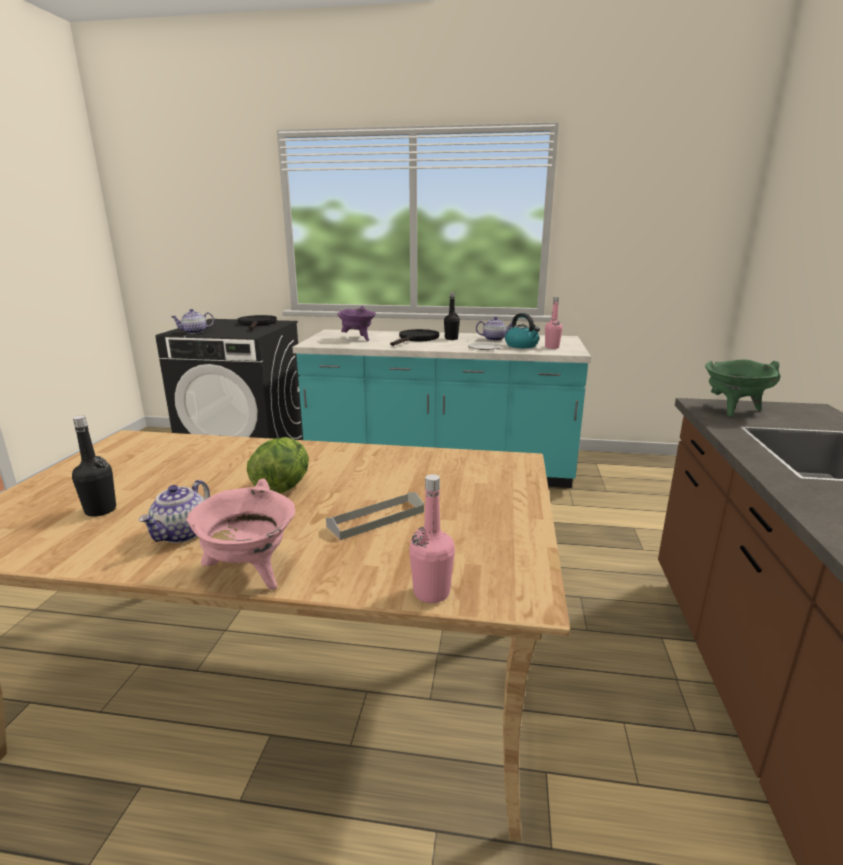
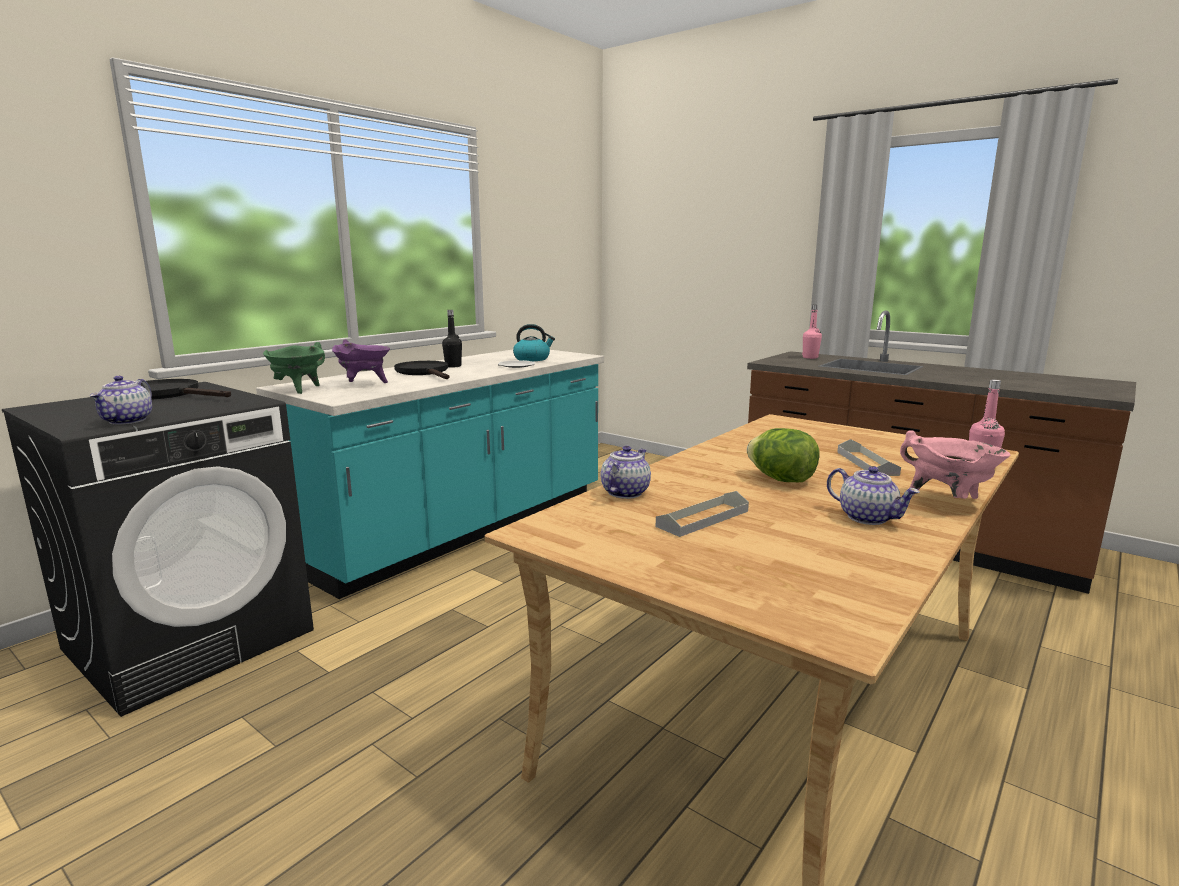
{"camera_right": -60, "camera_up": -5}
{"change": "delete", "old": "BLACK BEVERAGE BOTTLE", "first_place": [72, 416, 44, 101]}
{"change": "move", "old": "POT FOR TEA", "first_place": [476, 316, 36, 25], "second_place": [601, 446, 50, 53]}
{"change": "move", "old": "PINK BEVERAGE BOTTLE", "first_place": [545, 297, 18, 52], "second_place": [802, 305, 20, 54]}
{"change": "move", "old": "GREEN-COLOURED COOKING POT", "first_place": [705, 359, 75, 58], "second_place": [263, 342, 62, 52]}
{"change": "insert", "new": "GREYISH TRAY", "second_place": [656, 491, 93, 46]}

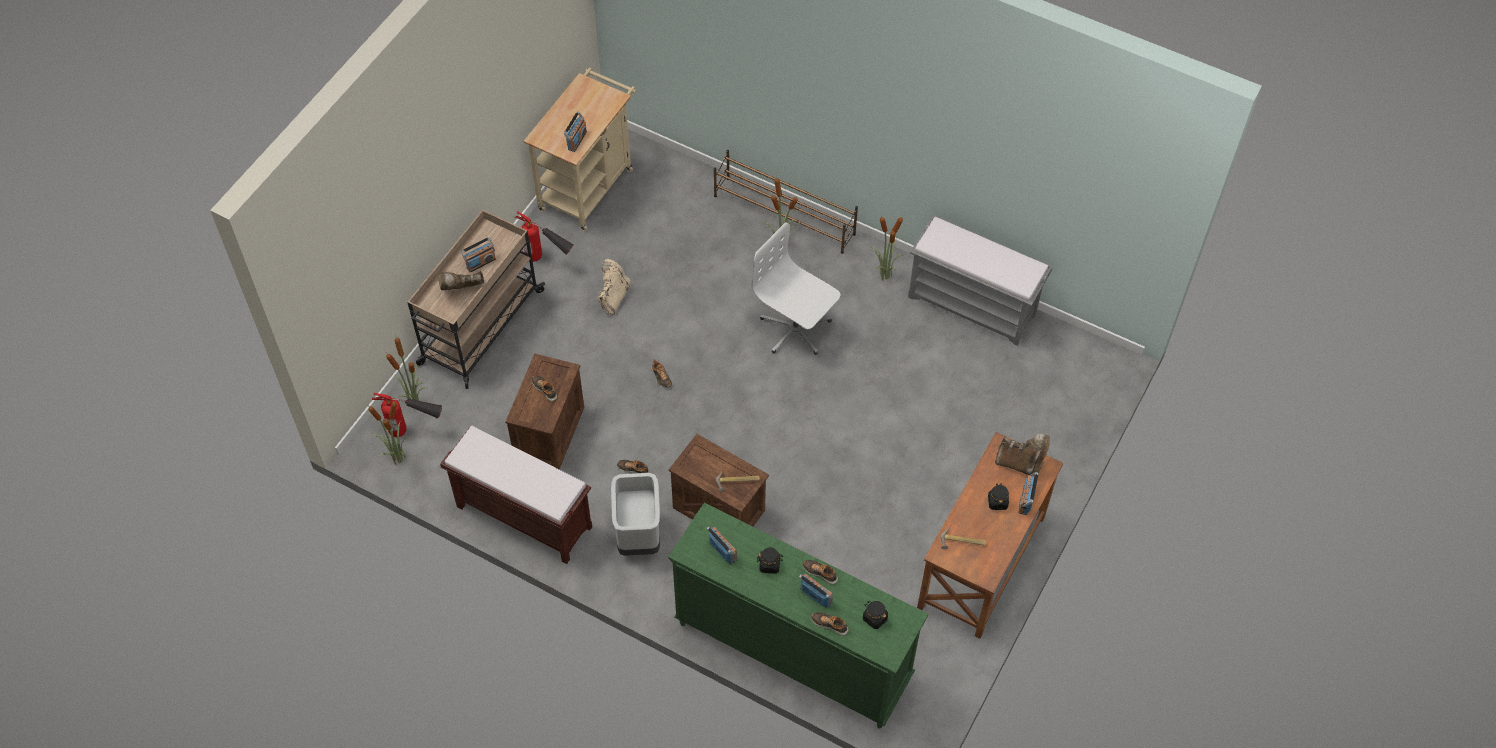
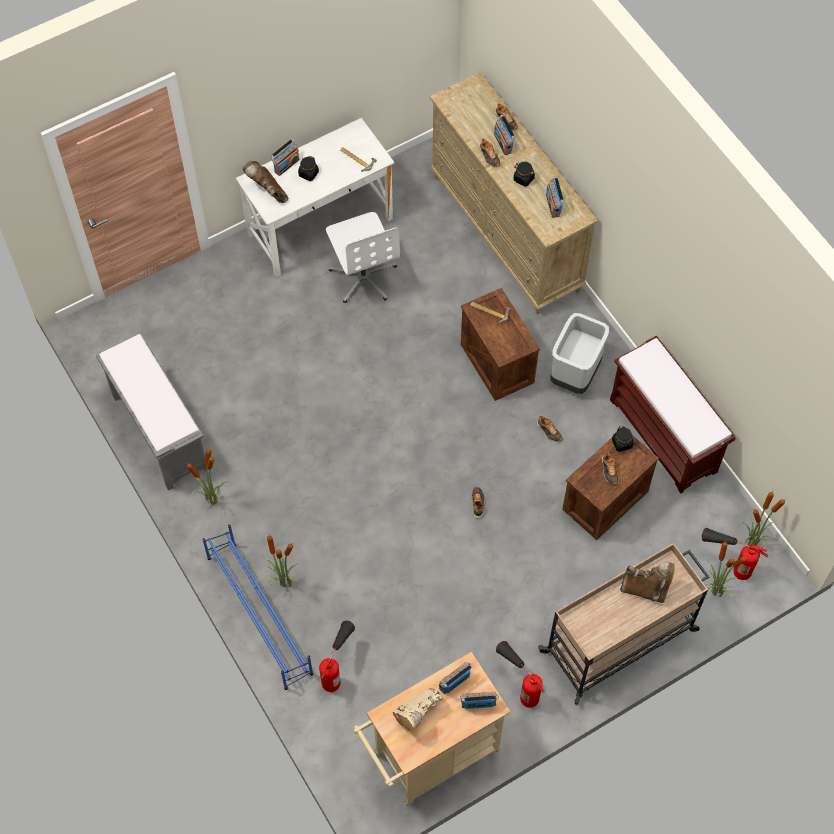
{"camera_right": -150, "camera_up": 5}
{"change": "move", "old": "RADIO RECEIVER", "first_place": [461, 237, 35, 35], "second_place": [460, 692, 39, 17]}
{"change": "move", "old": "BEIGE-COLOURED TALL BOOT", "first_place": [597, 259, 34, 56], "second_place": [393, 688, 50, 42]}
{"change": "recolor", "old": "GREEN-COLOURED DRESSER", "new": "BEIGE-COLOURED DRESSER", "first_place": [668, 503, 260, 226], "second_place": [430, 72, 168, 242]}
{"change": "recolor", "old": "BROWN-COLOURED SHOE SHELF", "new": "BLUE SHOE SHELF", "first_place": [714, 150, 144, 104], "second_place": [202, 525, 111, 165]}
{"change": "move", "old": "WHITE-COLOURED DESK CHAIR", "first_place": [752, 223, 88, 132], "second_place": [326, 212, 74, 91]}
{"change": "move", "old": "BLACK PRESERVE JAR", "first_place": [863, 601, 25, 28], "second_place": [612, 426, 22, 26]}
{"change": "recolor", "old": "BROWN-COLOURED DESK", "new": "WHITE-COLOURED DESK", "first_place": [917, 432, 146, 207], "second_place": [236, 118, 159, 159]}
{"change": "insert", "new": "EXTINGUISHER", "second_place": [319, 621, 36, 71]}

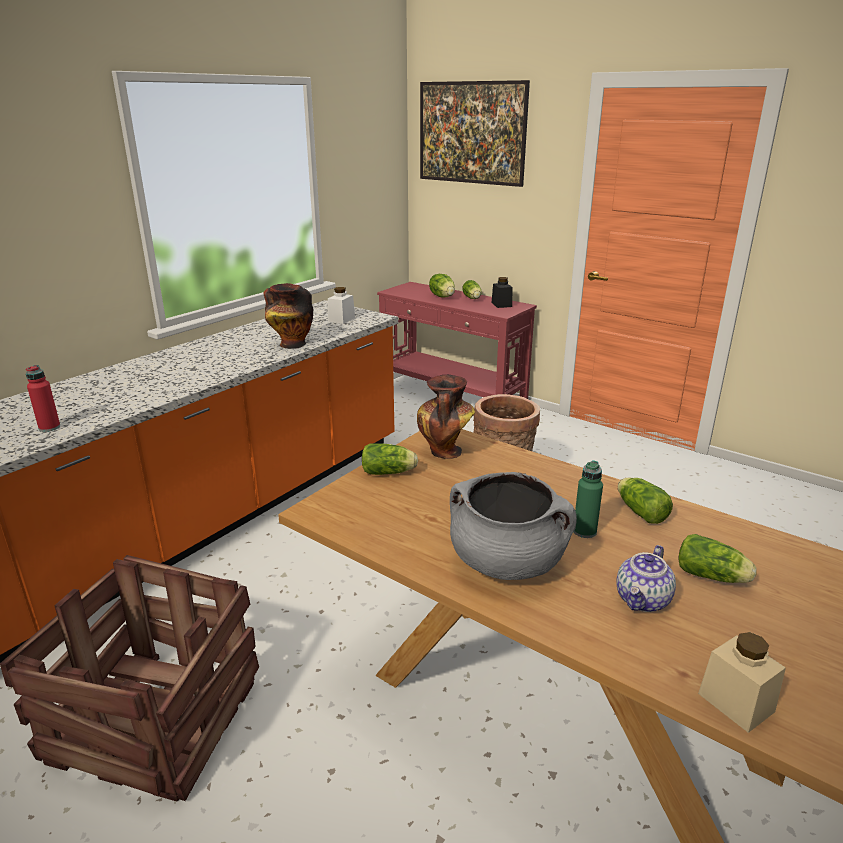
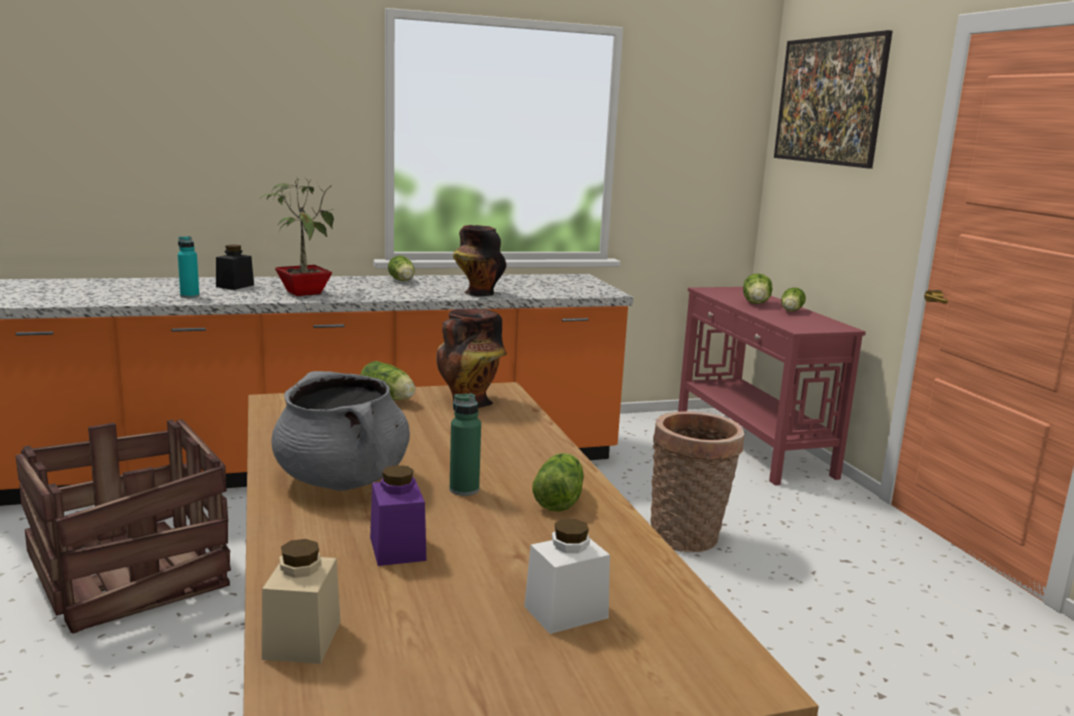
{"camera_right": 35, "camera_up": -10}
{"change": "recolor", "old": "REDDISH BEVERAGE BOTTLE", "new": "BLUE-GREEN BEVERAGE BOTTLE", "first_place": [26, 365, 34, 67], "second_place": [178, 236, 21, 62]}
{"change": "move", "old": "WHITE-COLOURED PRESERVE JAR", "first_place": [328, 287, 27, 37], "second_place": [524, 519, 86, 115]}
{"change": "move", "old": "BLACK PRESERVE JAR", "first_place": [491, 277, 22, 31], "second_place": [216, 245, 38, 45]}
{"change": "replace", "old": "POT FOR TEA", "new": "PURPLE PRESERVE JAR", "first_place": [616, 545, 60, 67], "second_place": [370, 465, 56, 101]}
{"change": "move", "old": "LETTUCE", "first_place": [678, 534, 79, 49], "second_place": [388, 256, 27, 25]}
{"change": "insert", "new": "POTTED PLANT", "second_place": [258, 178, 76, 118]}

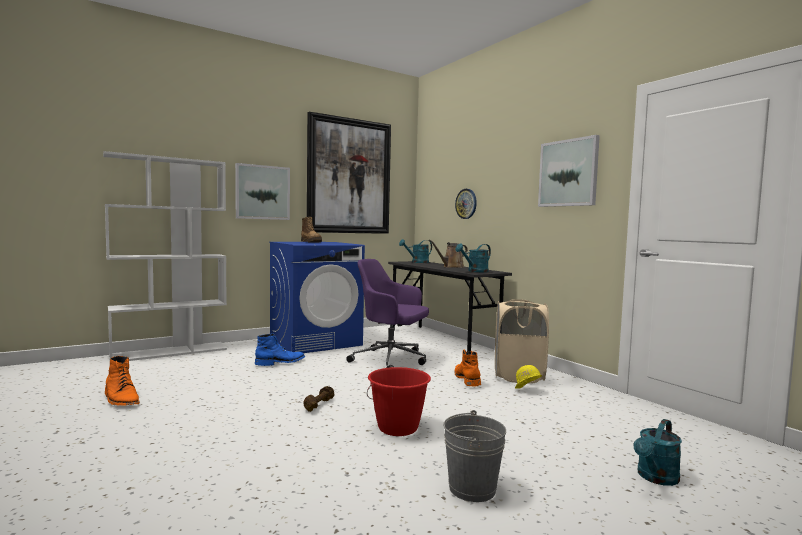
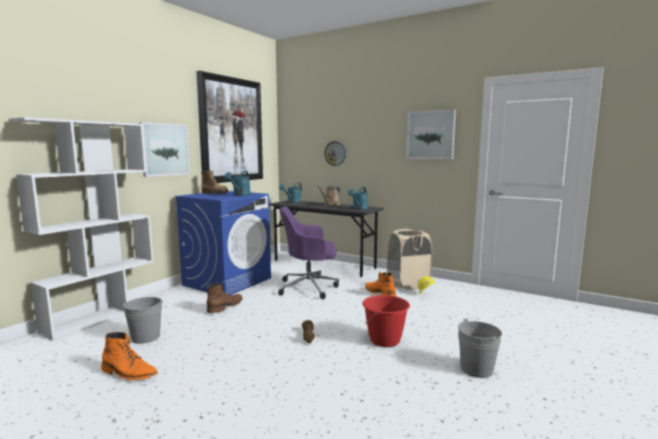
{"camera_right": -25, "camera_up": 5}
{"change": "recolor", "old": "BLUE TALL BOOT", "new": "BROWN-COLOURED TALL BOOT", "first_place": [255, 333, 50, 33], "second_place": [207, 282, 36, 31]}
{"change": "move", "old": "BLUE-GREEN WATERING POT", "first_place": [634, 419, 48, 67], "second_place": [225, 171, 26, 25]}
{"change": "insert", "new": "GREYISH WATER BUCKET", "second_place": [121, 297, 42, 47]}

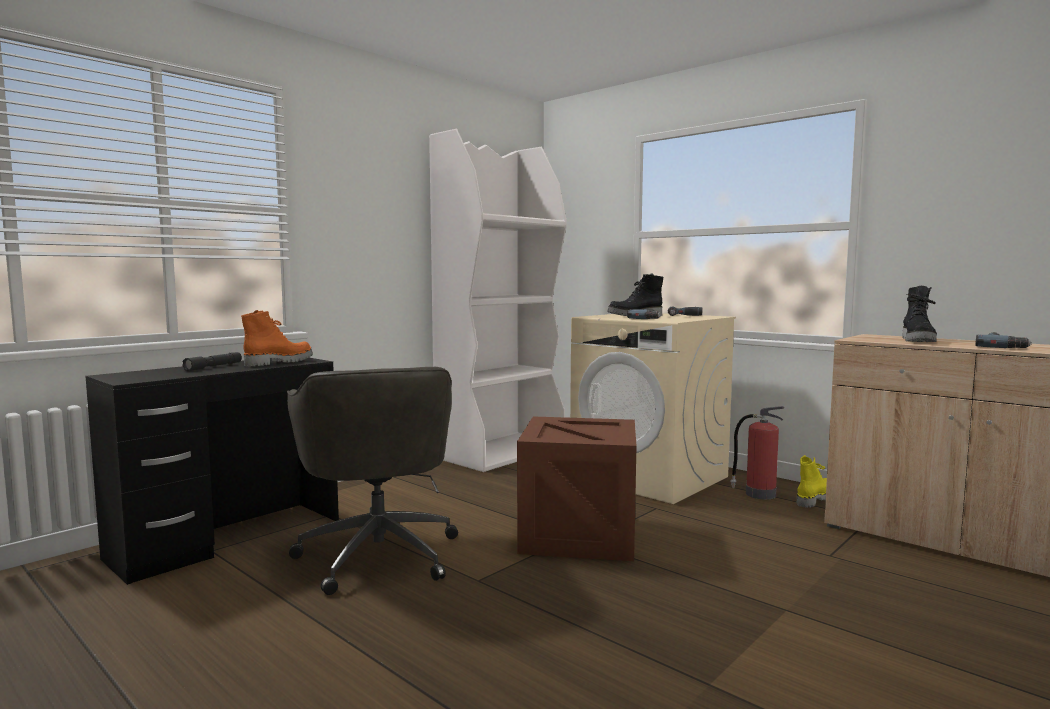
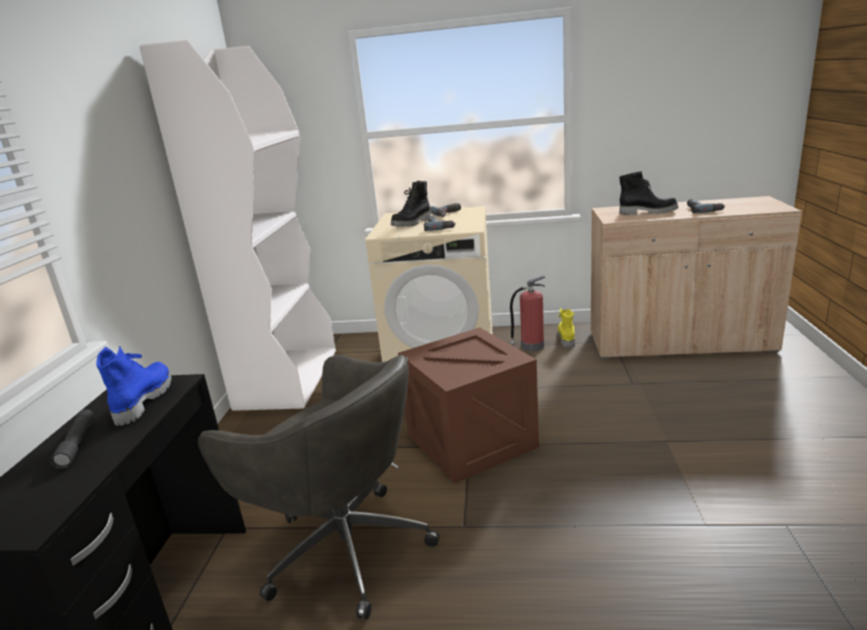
{"camera_right": -35, "camera_up": 15}
{"change": "recolor", "old": "ORANGE-COLOURED TALL BOOT", "new": "BLUE TALL BOOT", "first_place": [241, 310, 72, 56], "second_place": [96, 346, 76, 80]}
{"change": "rotate", "old": "BLACK TALL BOOT", "first_place": [902, 286, 35, 56], "second_place": [619, 171, 59, 44], "degrees": -60}

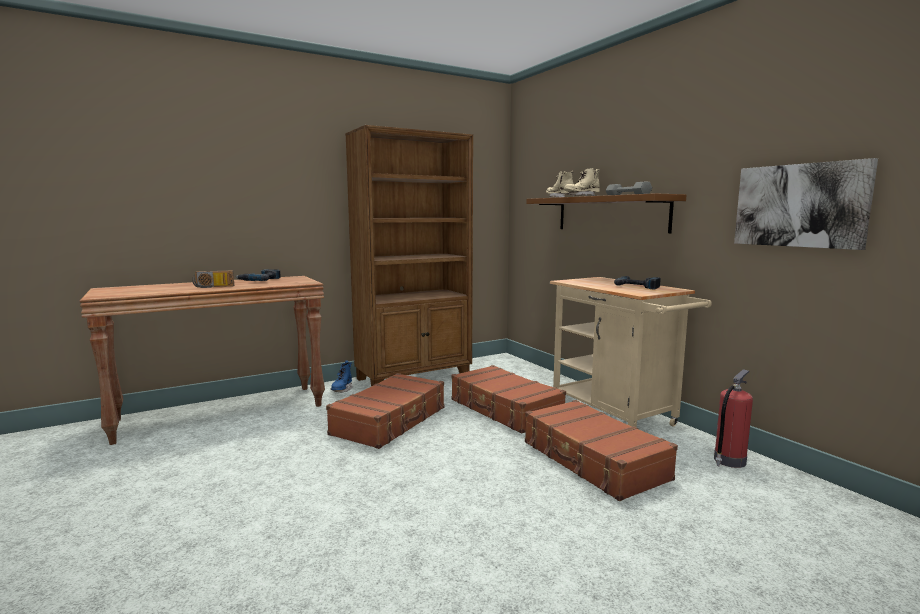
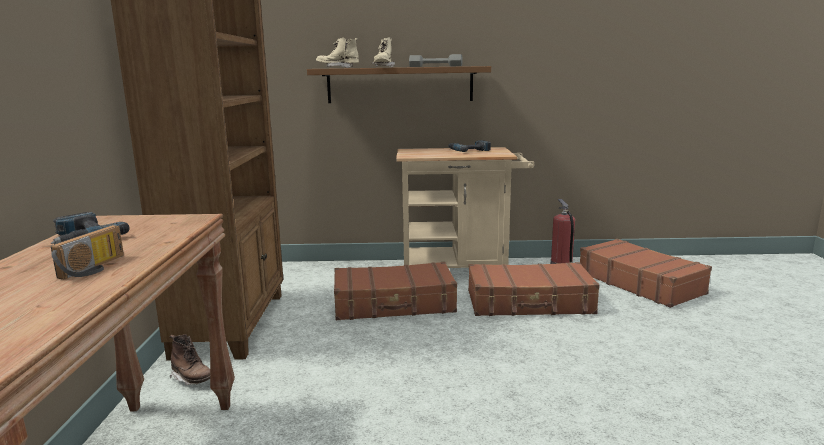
{"camera_right": -60, "camera_up": 5}
{"change": "move", "old": "BROWN-COLOURED PIECE OF LUGGAGE", "first_place": [326, 373, 118, 76], "second_place": [580, 239, 132, 69]}
{"change": "recolor", "old": "BLUE TALL BOOT", "new": "BROWN-COLOURED TALL BOOT", "first_place": [330, 360, 22, 32], "second_place": [170, 334, 40, 51]}
{"change": "delete", "old": "PICTURE", "first_place": [734, 158, 144, 92]}

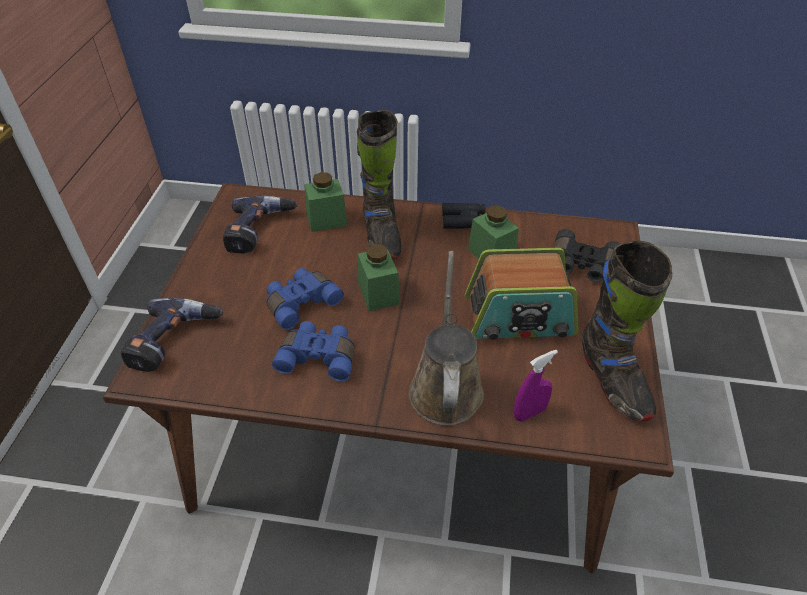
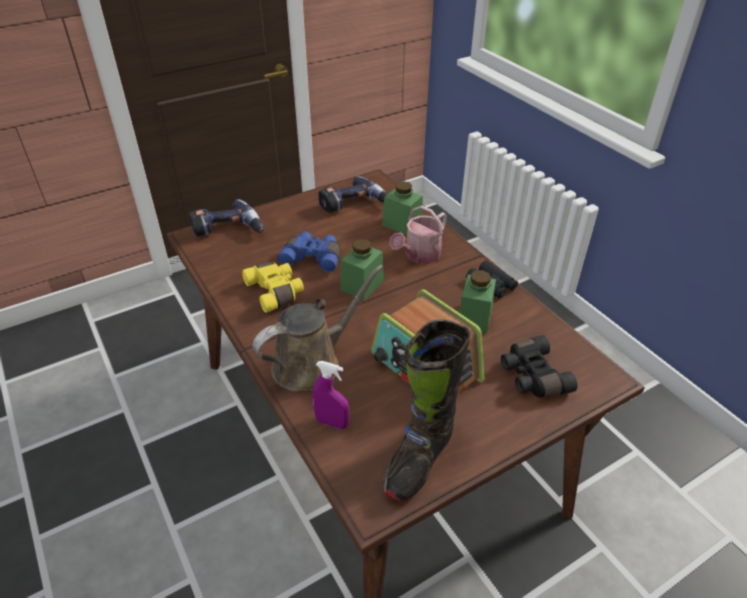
{"camera_right": 50, "camera_up": -5}
{"change": "recolor", "old": "BLUE FIELD GLASSES", "new": "YELLOW-COLOURED FIELD GLASSES", "first_place": [272, 321, 82, 60], "second_place": [242, 262, 62, 51]}
{"change": "replace", "old": "BLACK TALL BOOT", "new": "WATERING POT", "first_place": [357, 110, 45, 150], "second_place": [389, 206, 58, 58]}

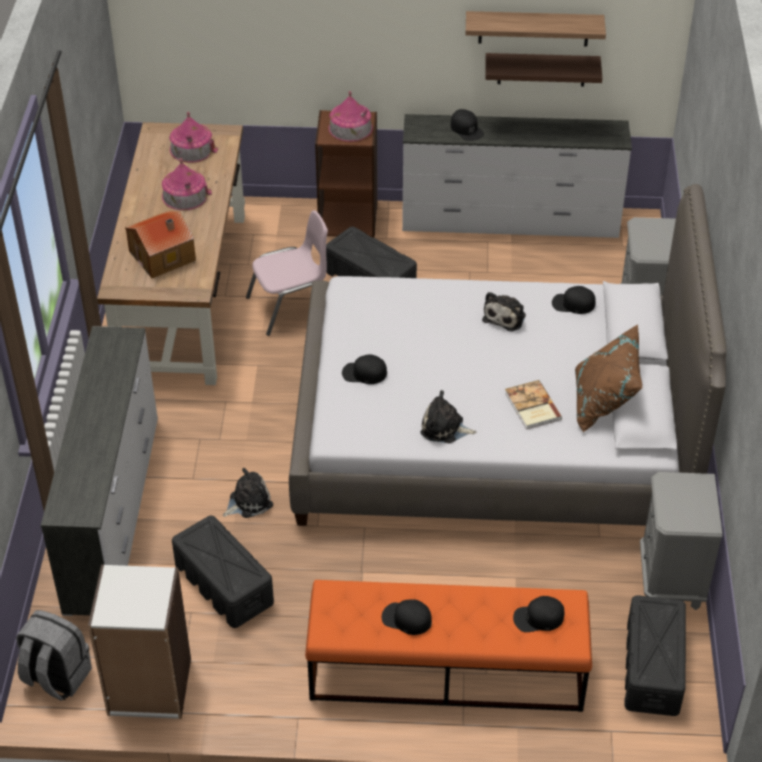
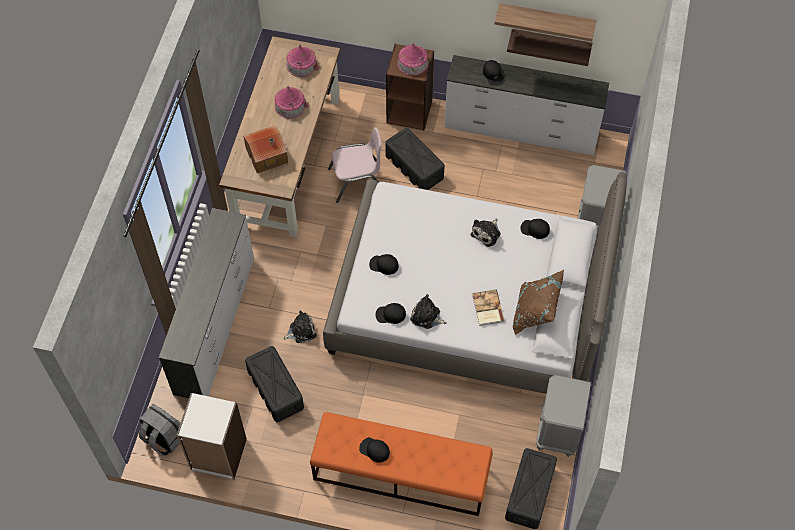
{"camera_right": 10, "camera_up": 15}
{"change": "move", "old": "BLACK CAP", "first_place": [513, 596, 52, 36], "second_place": [375, 303, 31, 21]}

